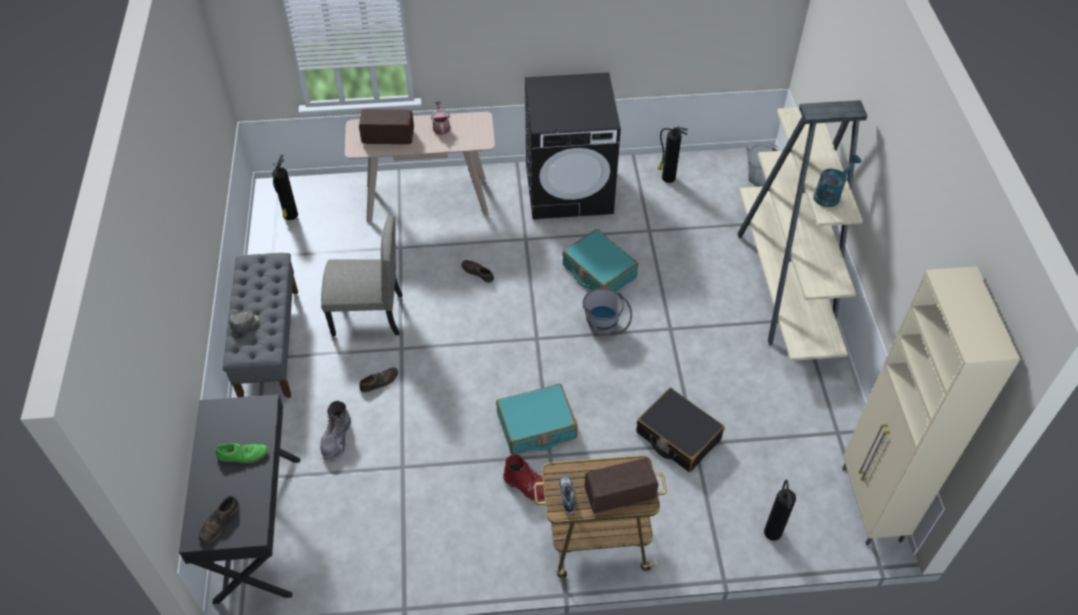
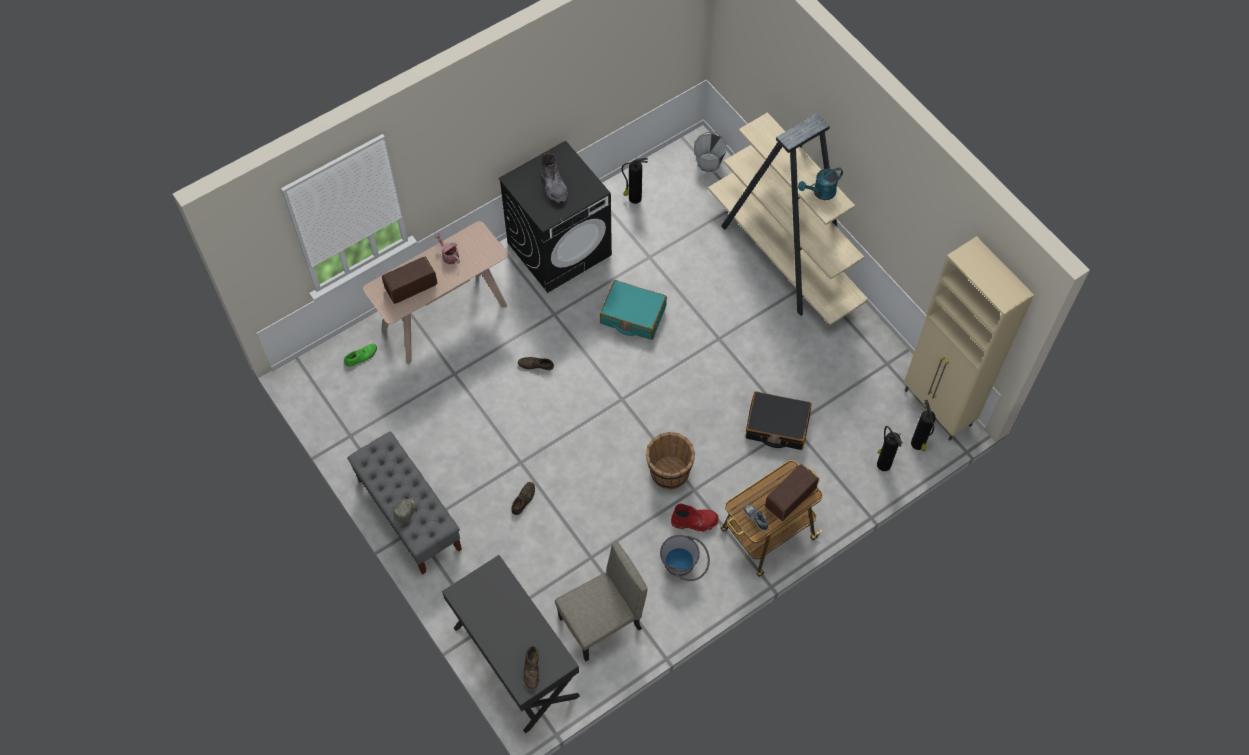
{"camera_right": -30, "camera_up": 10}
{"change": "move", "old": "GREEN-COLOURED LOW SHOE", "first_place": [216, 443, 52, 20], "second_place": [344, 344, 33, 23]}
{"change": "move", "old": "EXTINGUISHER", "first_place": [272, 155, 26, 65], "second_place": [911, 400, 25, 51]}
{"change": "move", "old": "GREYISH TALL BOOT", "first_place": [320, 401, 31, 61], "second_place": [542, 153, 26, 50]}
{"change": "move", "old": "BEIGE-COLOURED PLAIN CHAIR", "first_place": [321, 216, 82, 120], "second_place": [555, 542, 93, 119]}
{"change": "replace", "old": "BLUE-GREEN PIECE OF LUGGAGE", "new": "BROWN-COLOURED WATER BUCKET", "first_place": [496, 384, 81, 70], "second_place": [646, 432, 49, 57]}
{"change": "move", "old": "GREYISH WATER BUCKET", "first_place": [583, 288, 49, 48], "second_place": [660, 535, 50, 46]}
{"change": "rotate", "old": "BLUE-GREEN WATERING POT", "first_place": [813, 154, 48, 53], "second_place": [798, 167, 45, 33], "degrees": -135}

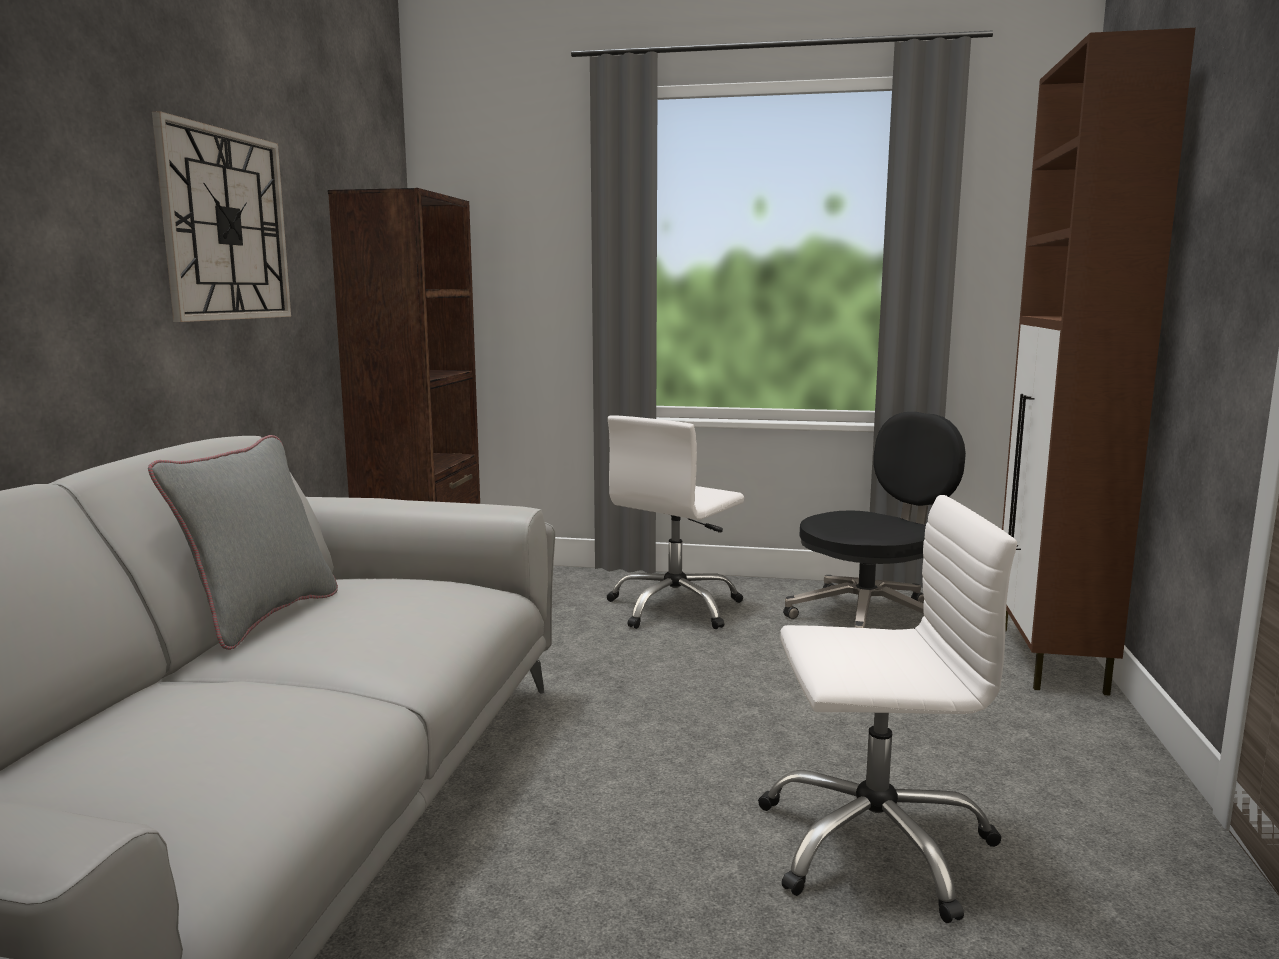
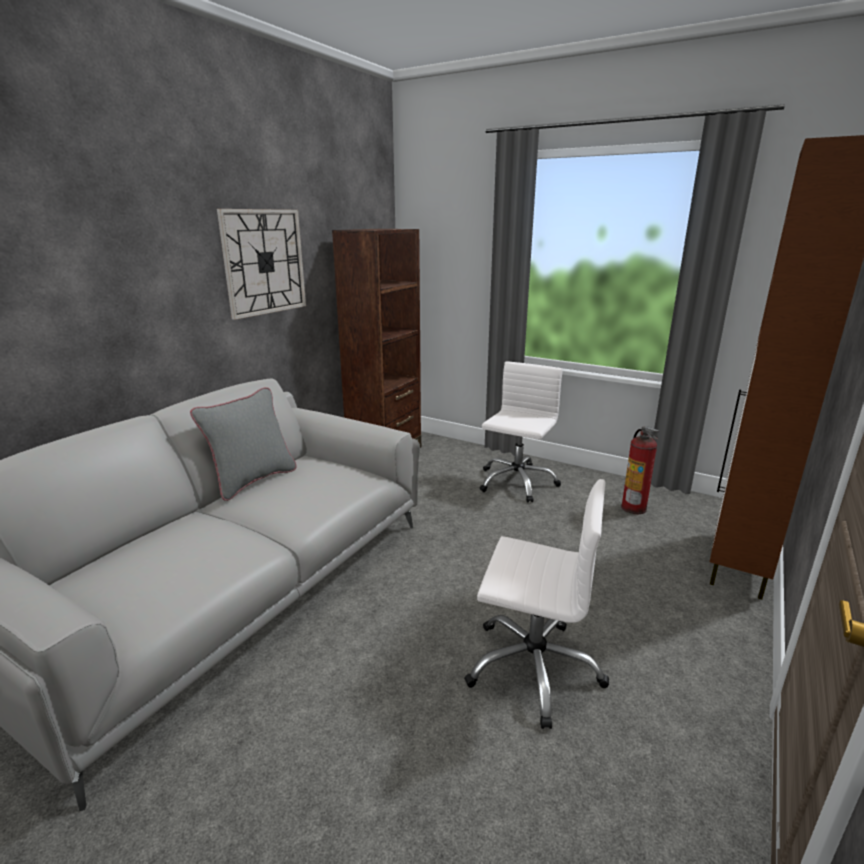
{"camera_right": 20, "camera_up": 10}
{"change": "rotate", "old": "WHITE-COLOURED DESK CHAIR", "first_place": [606, 415, 138, 214], "second_place": [480, 361, 83, 142], "degrees": 150}
{"change": "replace", "old": "BLACK DESK CHAIR", "new": "EXTINGUISHER", "first_place": [783, 412, 183, 216], "second_place": [621, 426, 38, 88]}

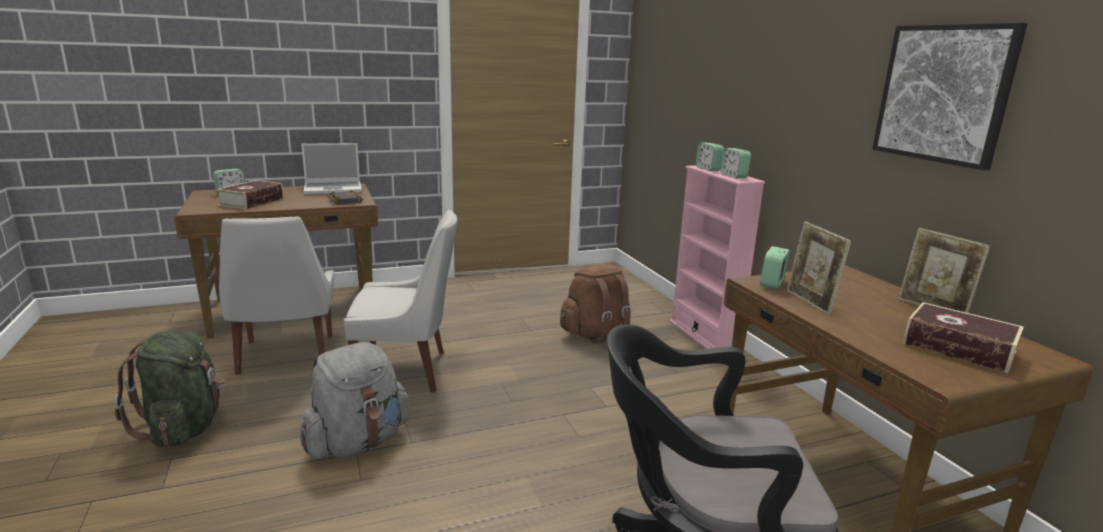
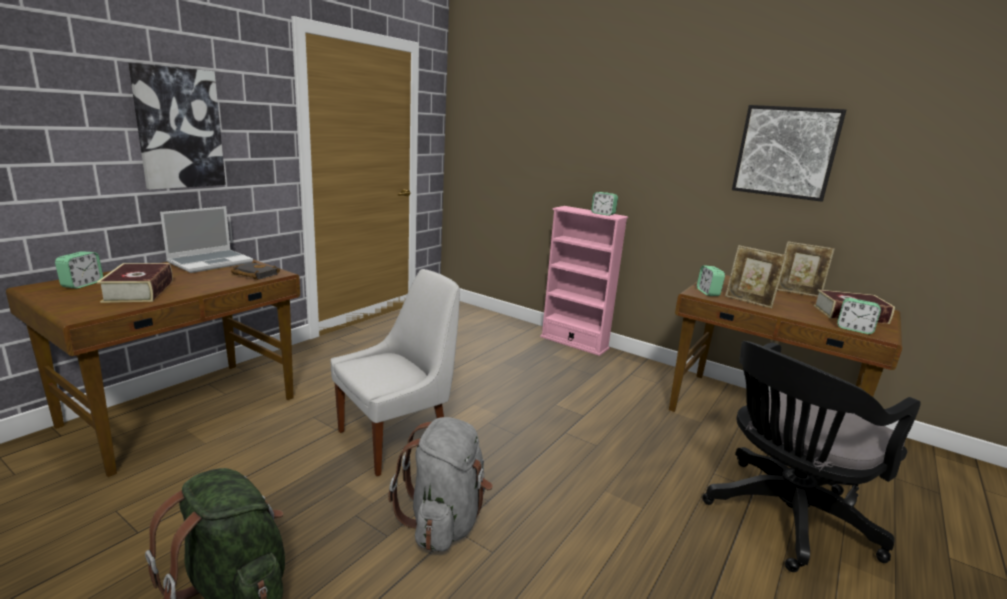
{"camera_right": -35, "camera_up": 0}
{"change": "delete", "old": "WHITE-COLOURED PLAIN CHAIR", "first_place": [219, 217, 115, 158]}
{"change": "delete", "old": "BROWN-COLOURED BACKPACK", "first_place": [560, 264, 71, 80]}
{"change": "move", "old": "TABLE CLOCK", "first_place": [696, 143, 28, 28], "second_place": [837, 298, 44, 36]}
{"change": "insert", "new": "PICTURE", "second_place": [128, 63, 98, 127]}

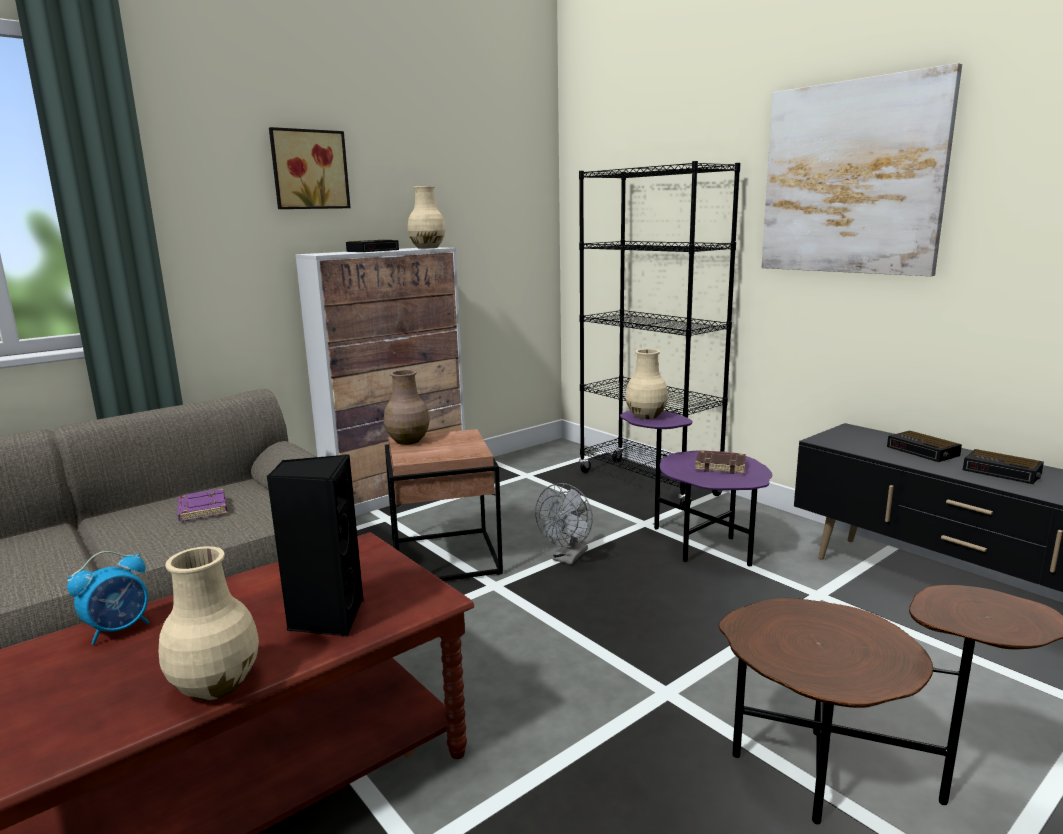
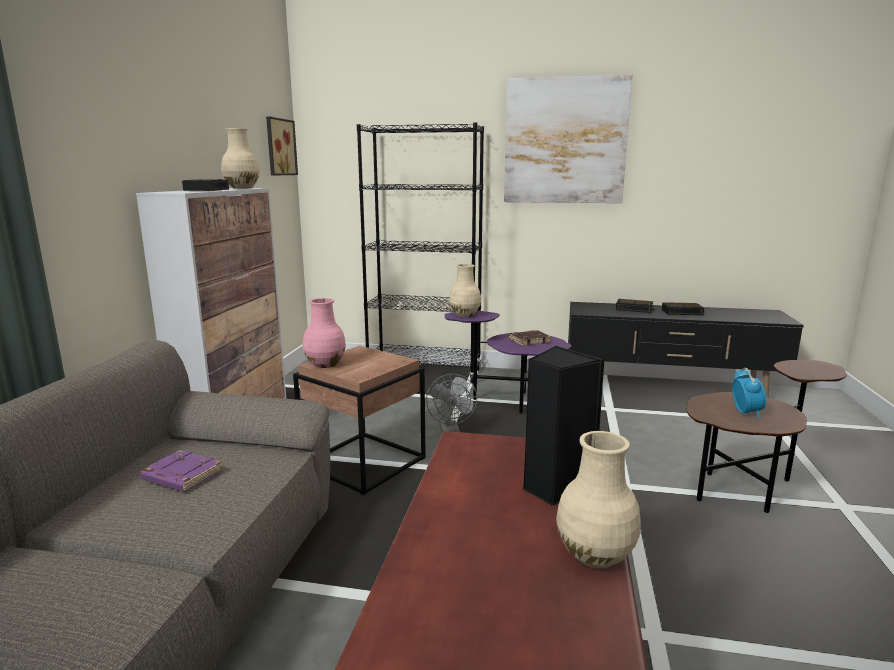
{"camera_right": -40, "camera_up": 0}
{"change": "move", "old": "TABLE CLOCK", "first_place": [67, 551, 83, 94], "second_place": [732, 368, 34, 51]}
{"change": "move", "old": "PICTURE", "first_place": [269, 127, 81, 82], "second_place": [266, 116, 32, 60]}
{"change": "recolor", "old": "BROWN-COLOURED DECORATIVE VASE", "new": "PINK DECORATIVE VASE", "first_place": [384, 370, 46, 75], "second_place": [303, 298, 43, 70]}

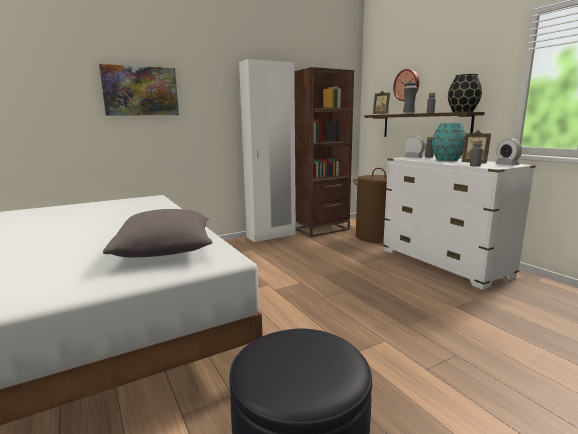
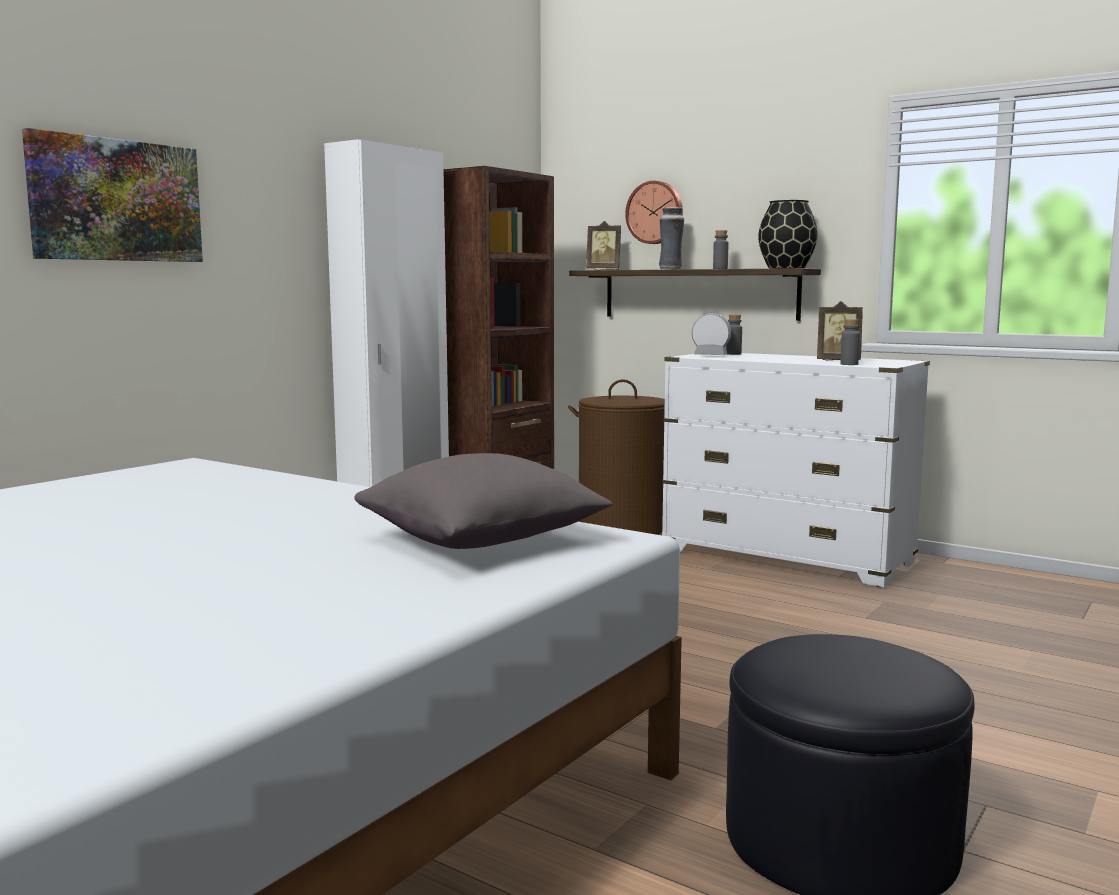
{"camera_right": -25, "camera_up": -5}
{"change": "delete", "old": "BLUE-GREEN DECORATIVE VASE", "first_place": [432, 123, 34, 38]}
{"change": "delete", "old": "TABLE CLOCK", "first_place": [495, 138, 27, 27]}

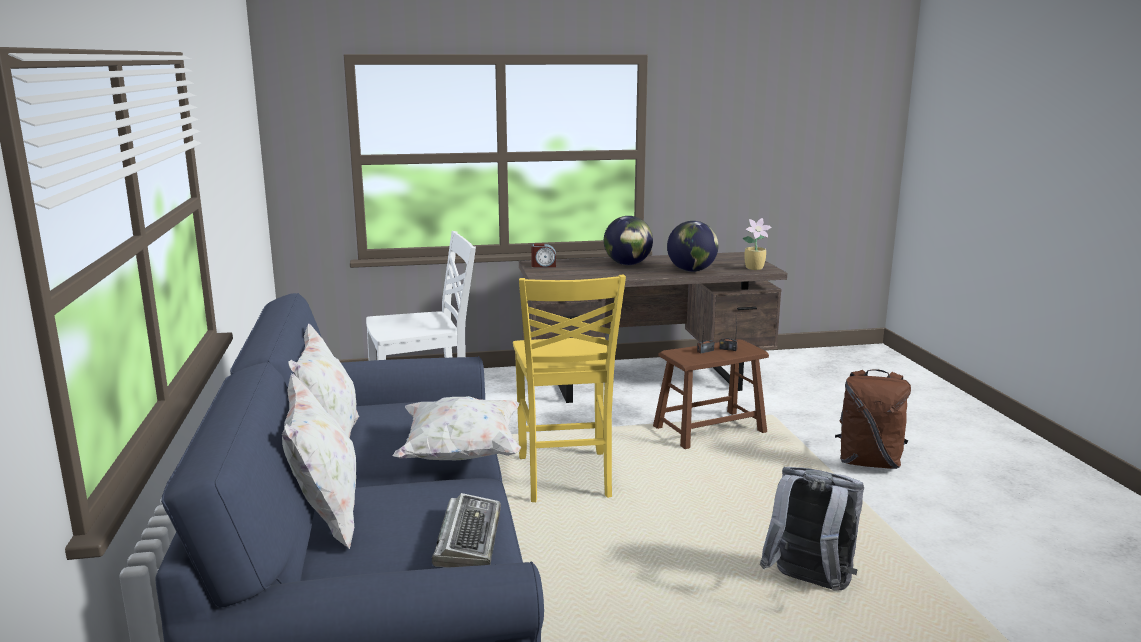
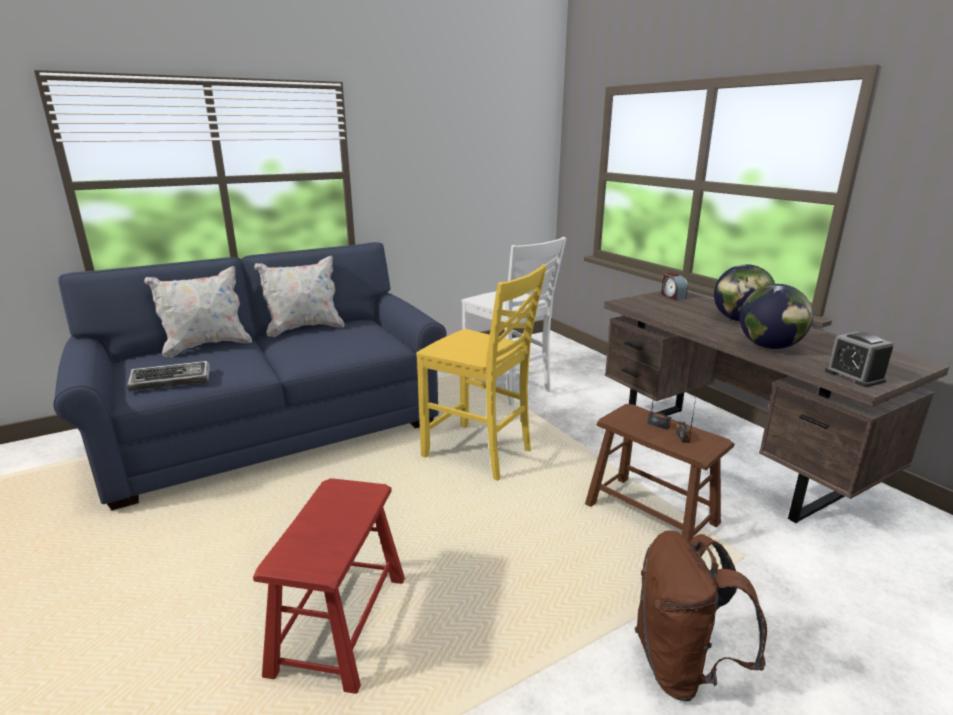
{"camera_right": 70, "camera_up": 5}
{"change": "delete", "old": "WHITE-COLOURED PILLOW", "first_place": [392, 396, 130, 64]}
{"change": "rotate", "old": "YELLOW-COLOURED PLAIN CHAIR", "first_place": [513, 275, 113, 227], "second_place": [416, 264, 131, 217], "degrees": -120}
{"change": "replace", "old": "POTTED PLANT", "new": "TABLE CLOCK", "first_place": [742, 218, 30, 52], "second_place": [825, 332, 69, 55]}
{"change": "replace", "old": "GREYISH BACKPACK", "new": "REDDISH STOOL SEAT", "first_place": [760, 467, 104, 123], "second_place": [253, 478, 152, 216]}

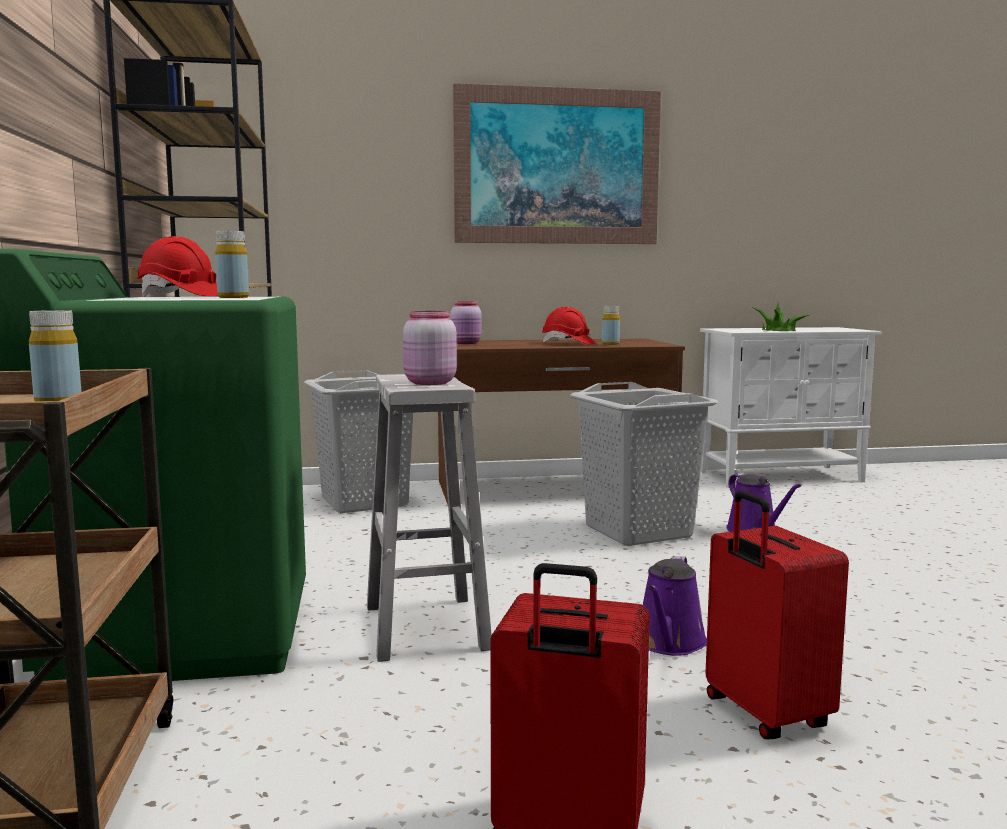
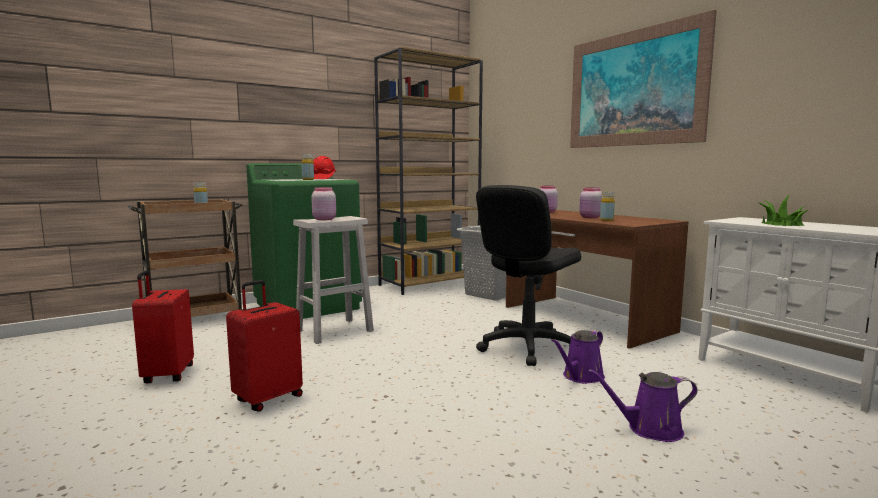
{"camera_right": 65, "camera_up": 0}
{"change": "replace", "old": "REDDISH SAFETY HELMET", "new": "PINK PRESERVE JAR", "first_place": [542, 307, 53, 37], "second_place": [579, 188, 23, 30]}
{"change": "replace", "old": "GREYISH WASHING BASKET", "new": "BLACK DESK CHAIR", "first_place": [570, 382, 149, 164], "second_place": [476, 185, 105, 181]}
{"change": "move", "old": "PURPLE WATERING POT", "first_place": [643, 556, 64, 100], "second_place": [588, 369, 109, 73]}

